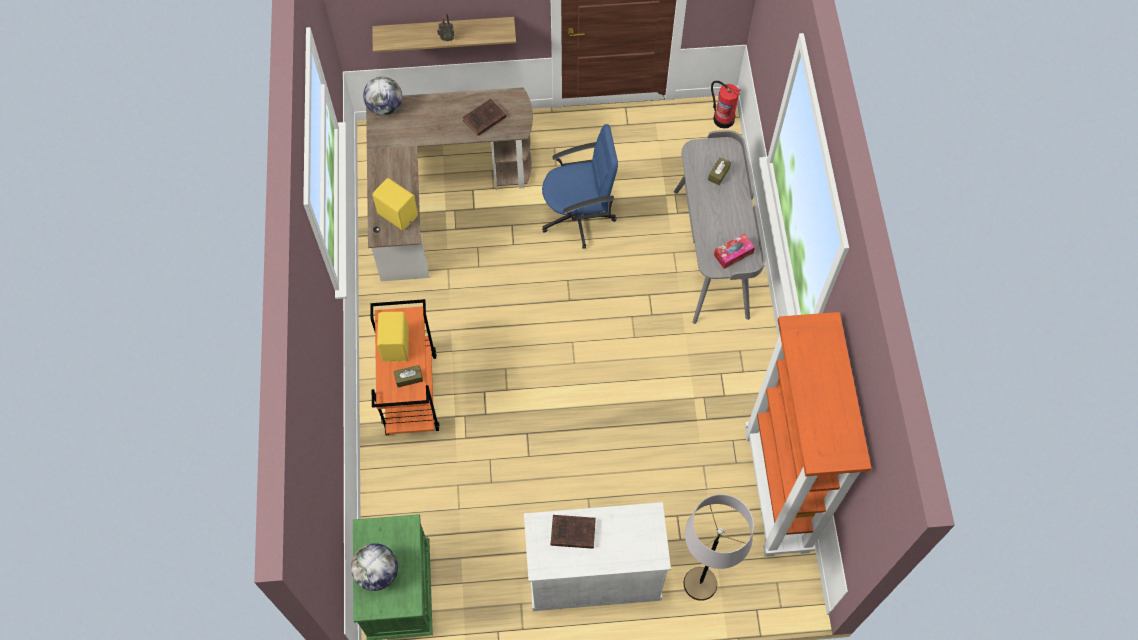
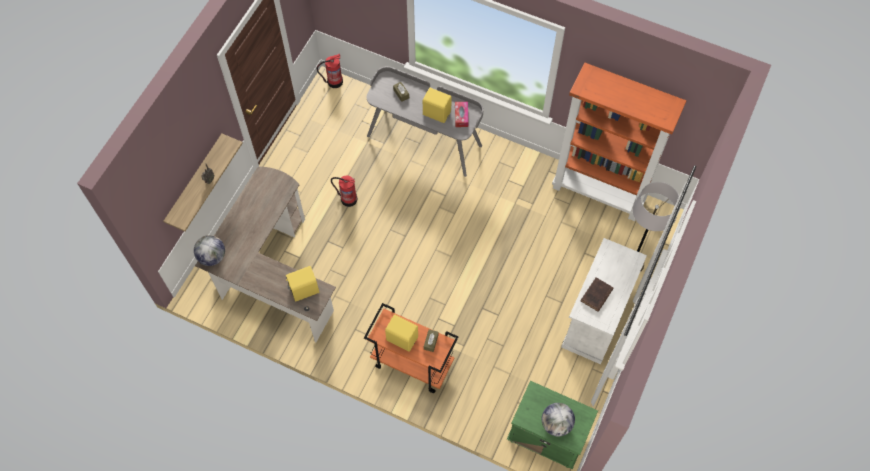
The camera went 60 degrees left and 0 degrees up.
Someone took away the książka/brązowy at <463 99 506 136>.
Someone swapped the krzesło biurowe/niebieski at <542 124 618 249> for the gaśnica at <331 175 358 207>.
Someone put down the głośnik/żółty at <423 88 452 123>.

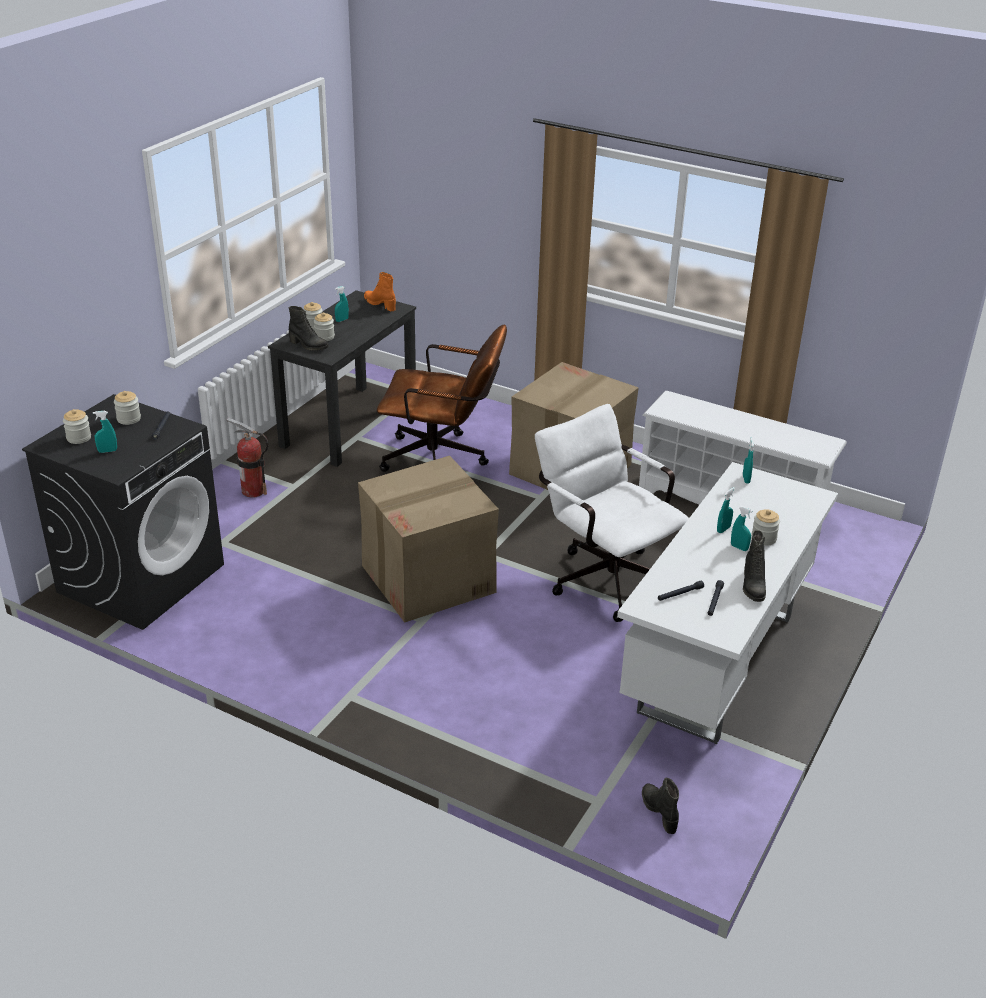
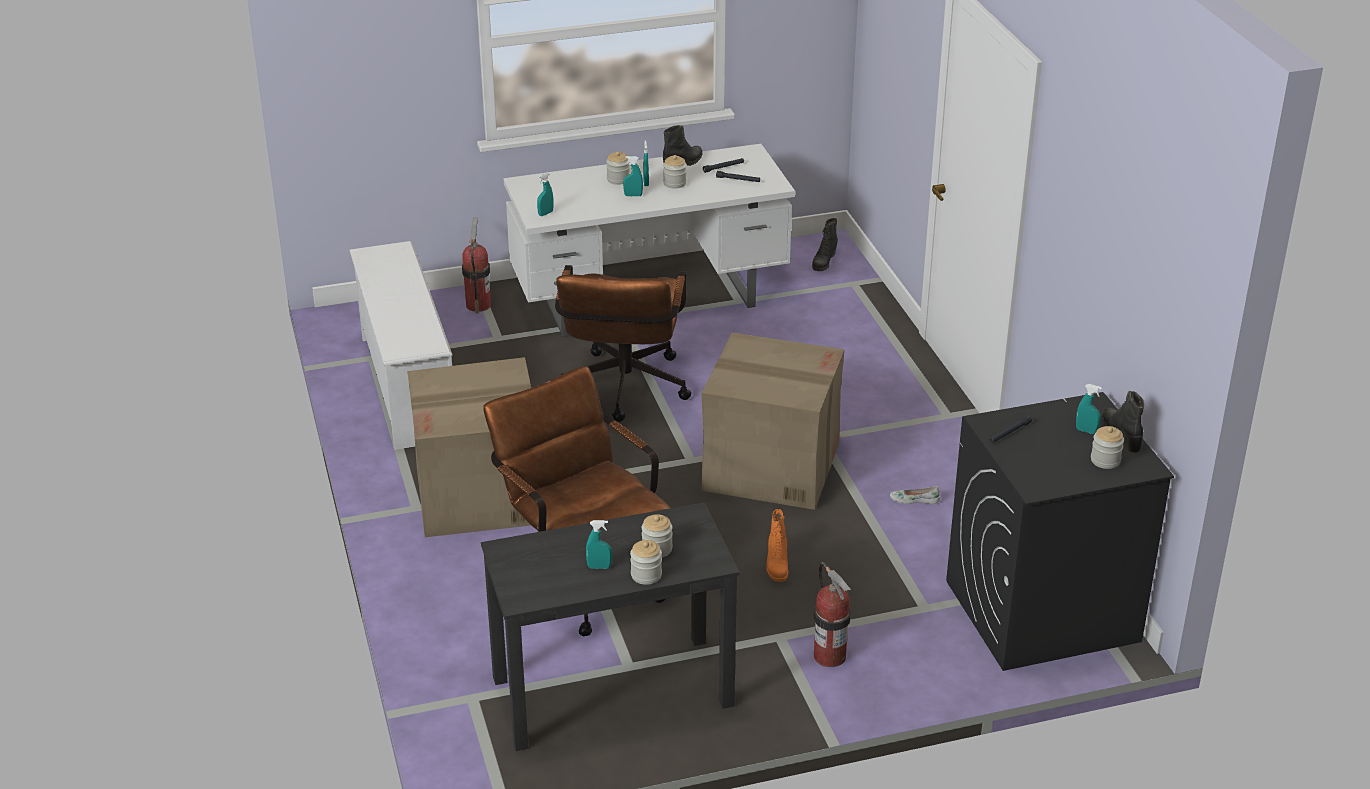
The camera went 135 degrees left and 0 degrees up.
Someone carried the słoik from <114 391 141 425> to <663 155 687 189>.
Someone carried the but z cholewką/czarny from <289 306 328 351> to <1102 391 1144 453>.
Someone carried the but z cholewką/pomarańczowy from <364 272 396 312> to <766 509 788 582>.
Someone repainted the krzesło biurowe/biały at <535 404 689 622>, which became the krzesło biurowe/brązowy at <555 265 691 422>.
Someone put down the gaśnica at <462 217 491 313>.
Someone put down the but/biały at <890 486 940 504>.

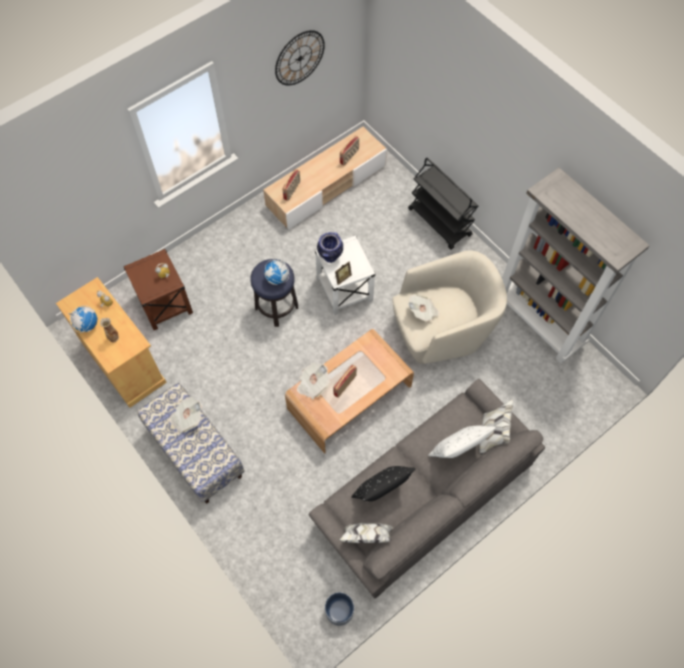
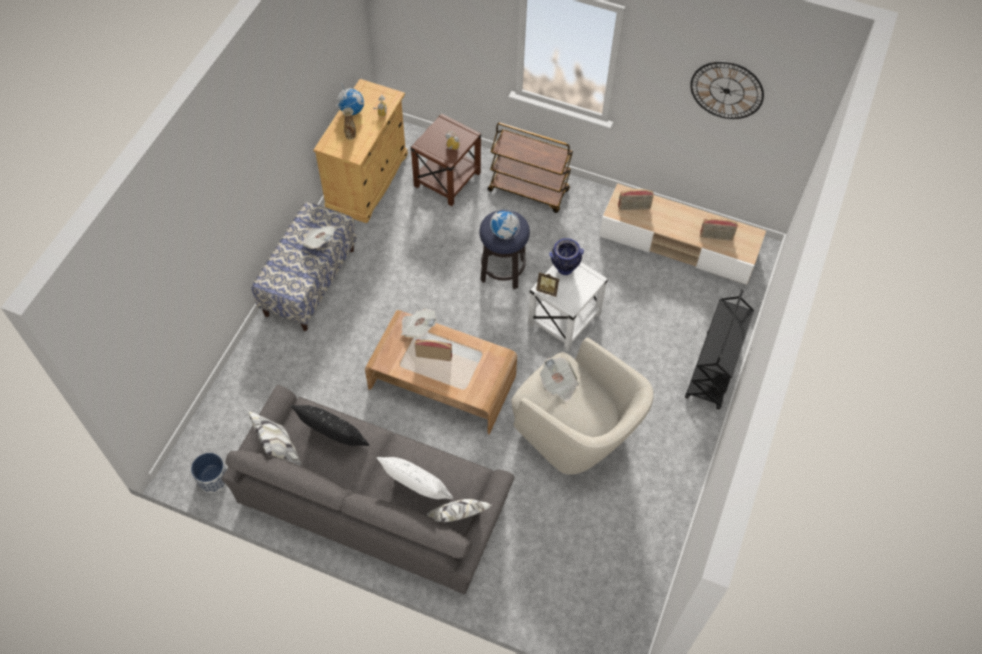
The camera went 60 degrees right and 5 degrees down.
Someone took away the regał/szary at <502 168 650 364>.
Someone put down the wózek/brązowy at <487 123 573 213>.

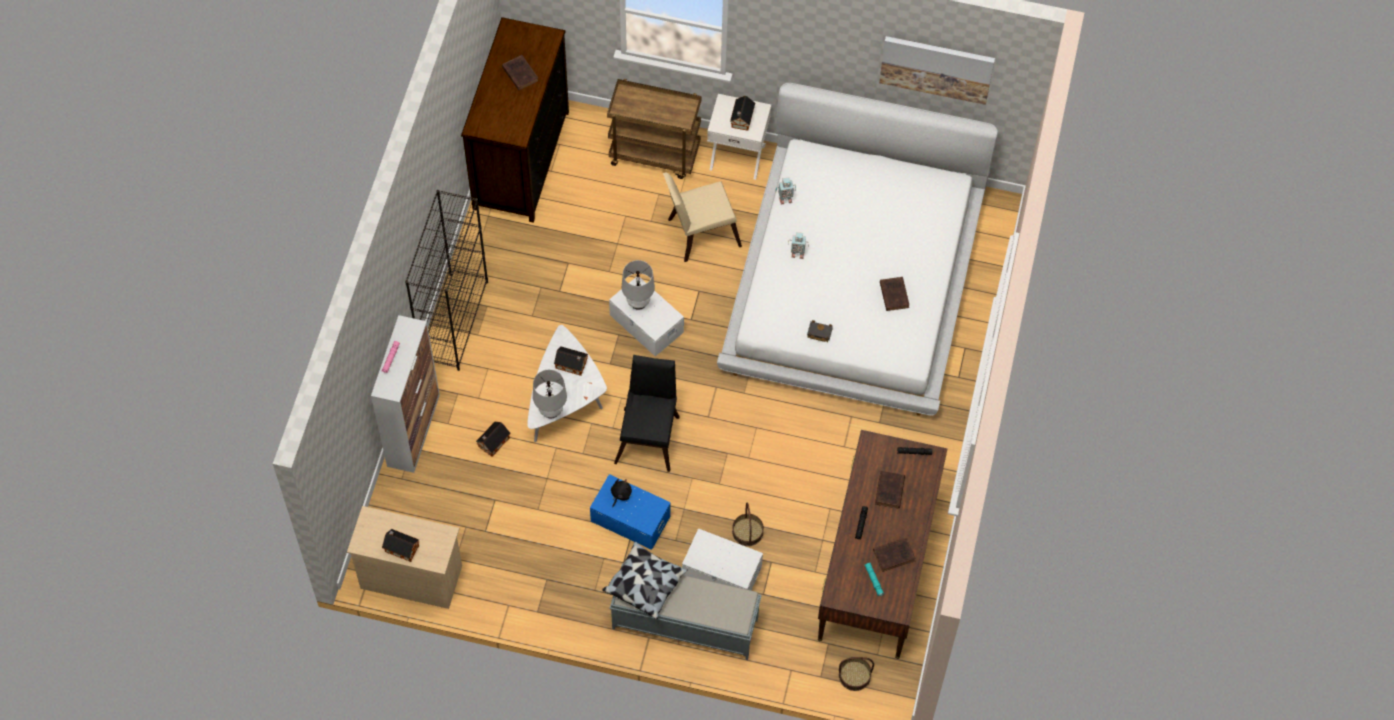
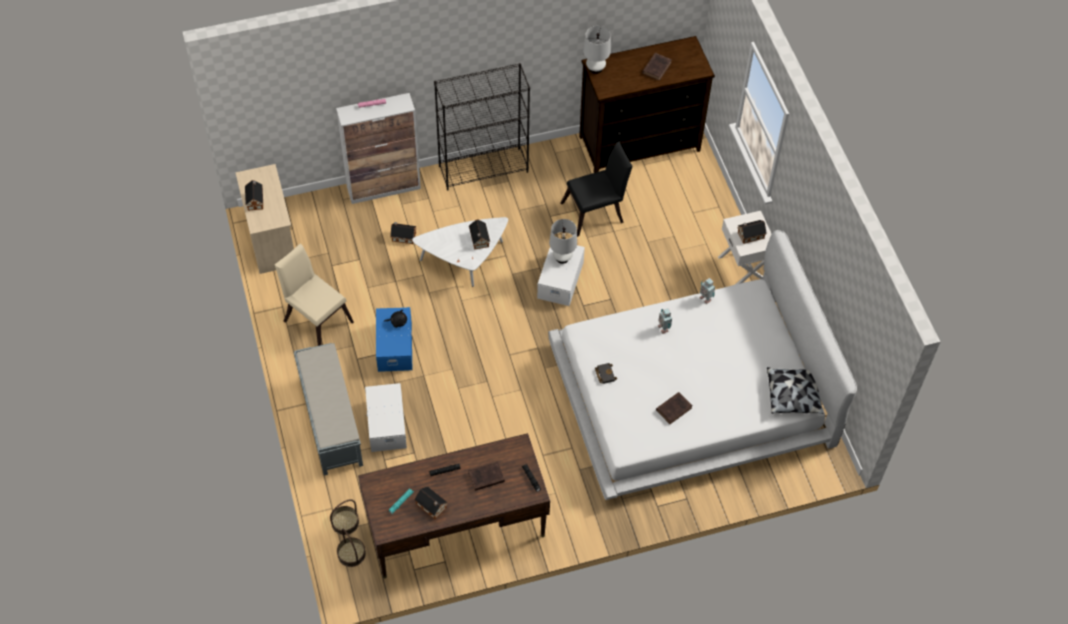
The camera went 60 degrees right and 5 degrees down.
Someone carried the lampa stołowa/biały from <533 370 567 418> to <583 26 611 74>.
Someone carried the poduszka from <602 541 688 619> to <767 367 824 414>.
Someone took away the wózek/brązowy at <607 79 702 179>.
Someone carried the krzesło/czarny from <614 355 679 472> to <561 142 633 237>.
Someone carried the krzesło/beżowy from <663 172 742 262> to <274 244 354 346>.
Someone carried the koszyk from <732 503 764 546> to <330 499 359 535>.
Someone swapped the książka/brązowy at <873 538 916 572> for the domek at <414 486 448 519>.
Someone took away the obraz at <879 36 995 105>.

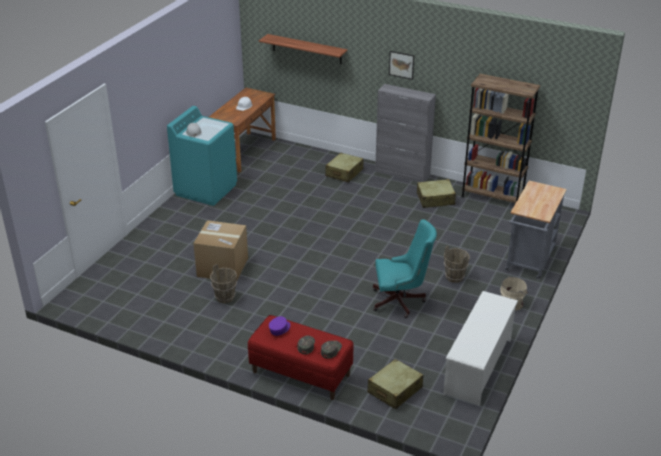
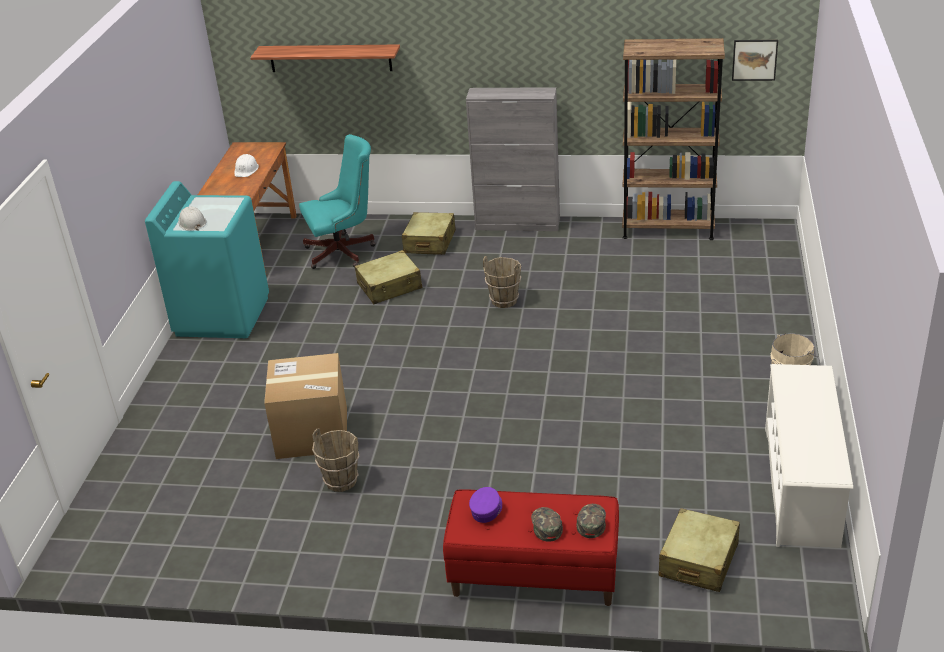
The camera went 15 degrees left and 0 degrees up.
Someone carried the krzesło biurowe/turkusowy from <373 219 437 318> to <299 134 376 269>.
Someone carried the obraz from <389 51 414 80> to <732 40 778 81>.
Someone carried the walizka/beżowy from <417 179 456 208> to <355 250 422 304>.
Someone carried the wiadro/brązowy from <444 245 470 283> to <483 256 521 308>.
Someone took away the wózek/szary at <504 181 567 280>.

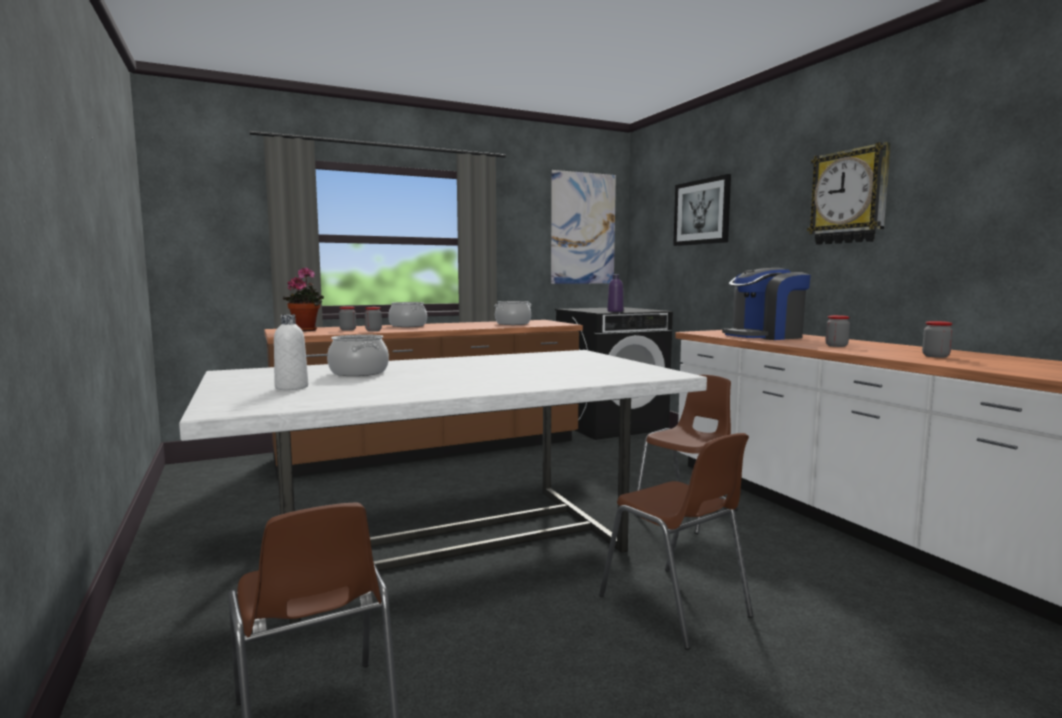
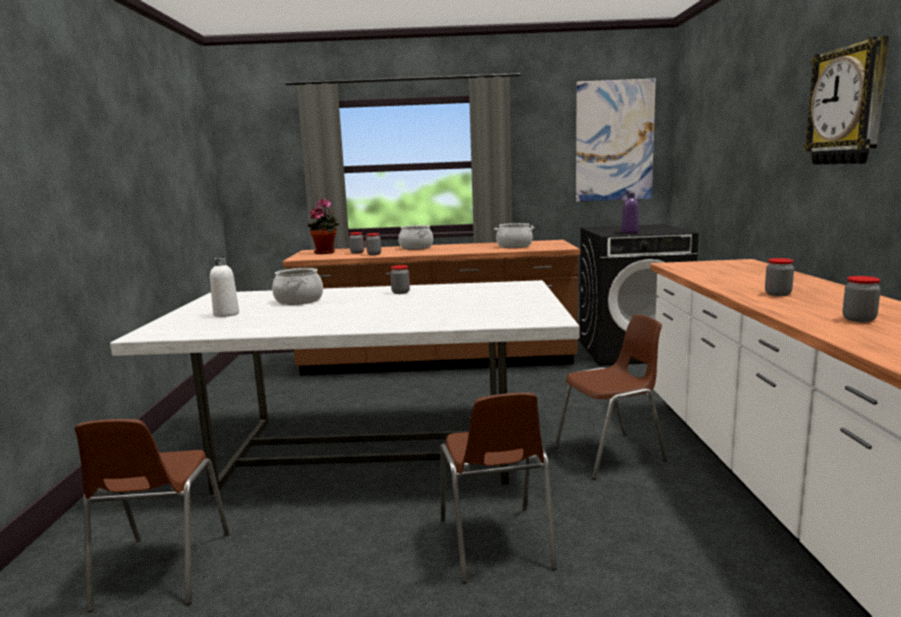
The camera went 25 degrees right and 5 degrees up.
Someone took away the obraz at <673 174 731 246>.
Someone took away the ekspres do kawy at <722 268 811 340>.
Someone put down the słoik at <390 265 410 294>.

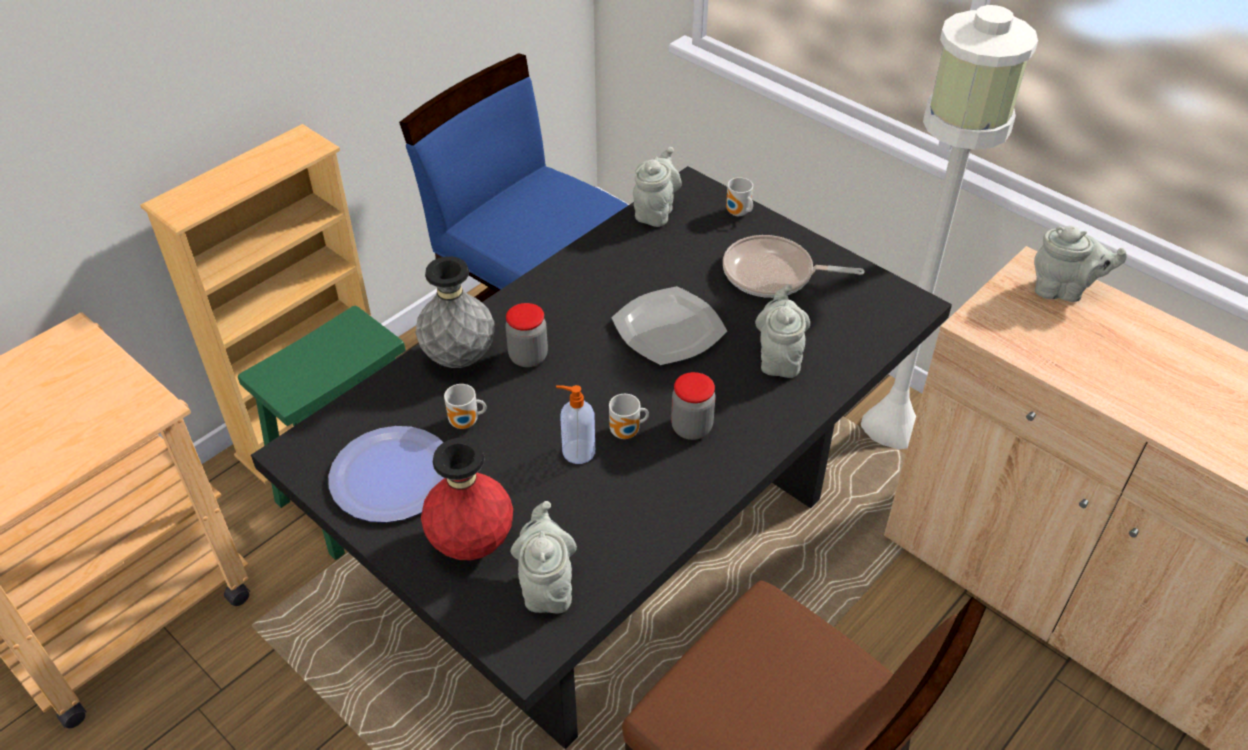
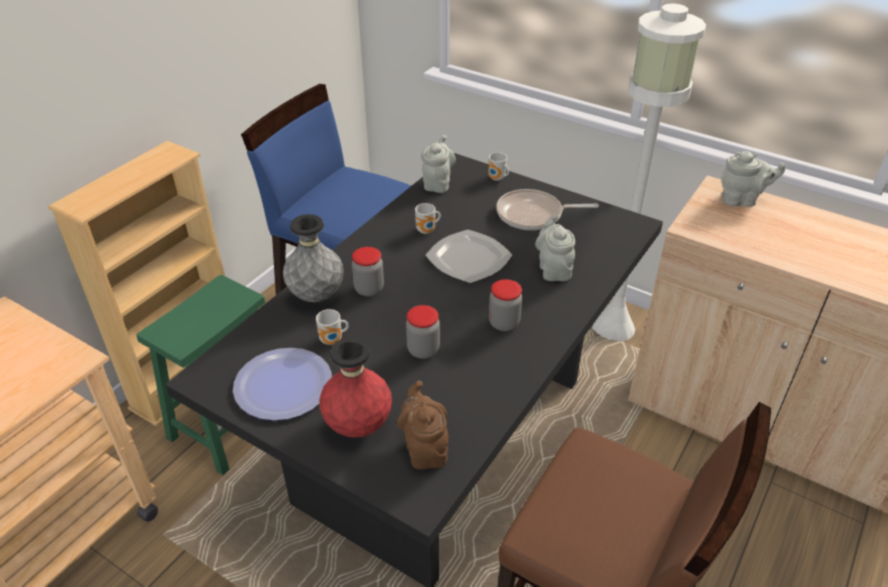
The camera went 10 degrees left and 5 degrees down.
Someone repainted the imbryk/szary at <510 501 577 613>, which became the imbryk/brązowy at <397 381 449 470>.
Someone swapped the dozownik mydła at <556 385 595 464> for the słoik at <406 305 440 359>.
Someone carried the kubek from <609 394 649 439> to <415 203 441 234>.

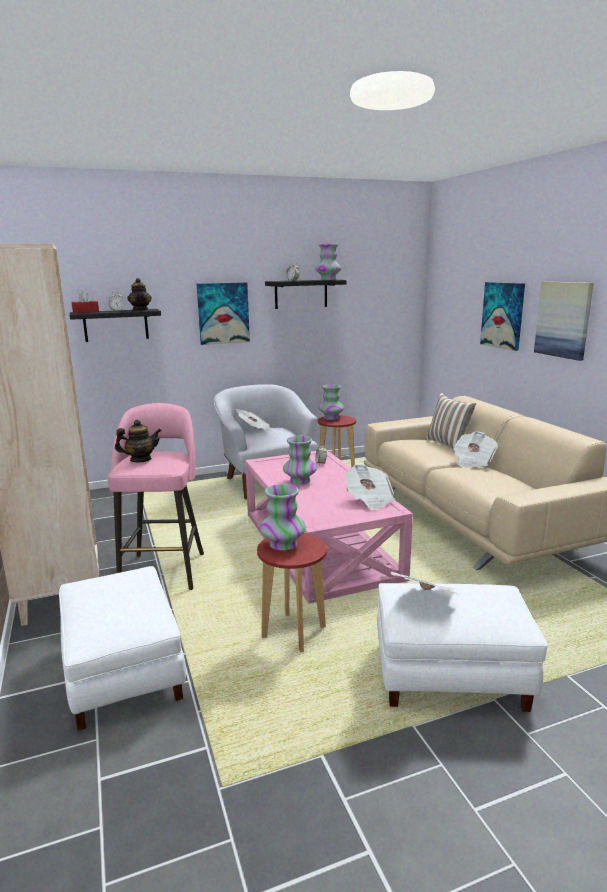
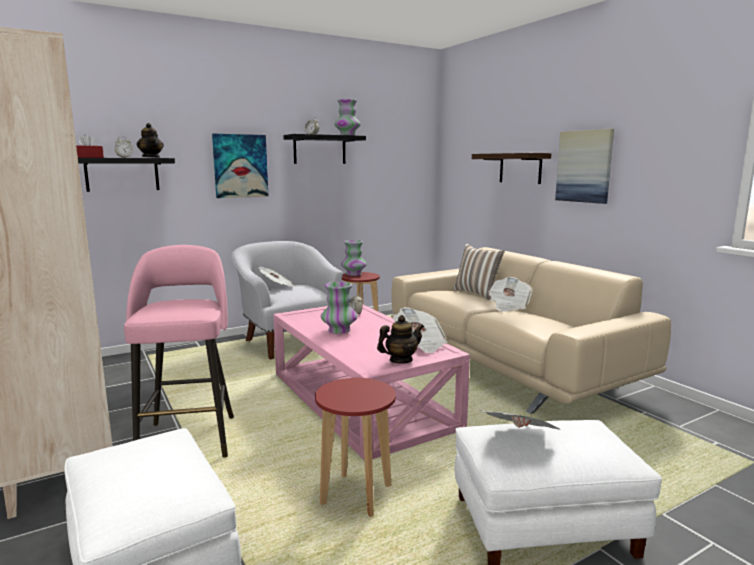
The camera went 10 degrees left and 5 degrees down.
Someone carried the imbryk from <115 419 162 463> to <377 315 424 364>.
Someone took away the wazon at <260 484 306 551>.
Someone swapped the obraz at <480 282 525 351> for the półka at <472 153 551 184>.

